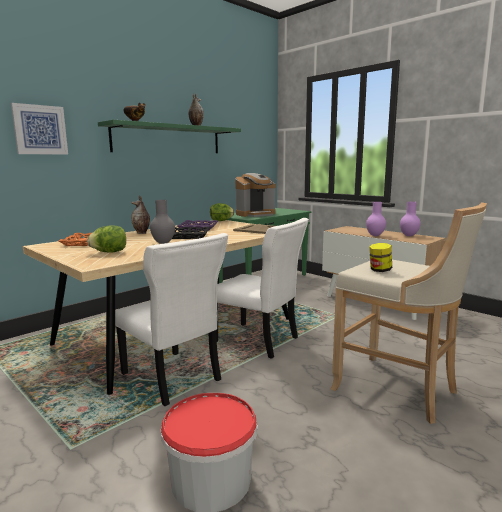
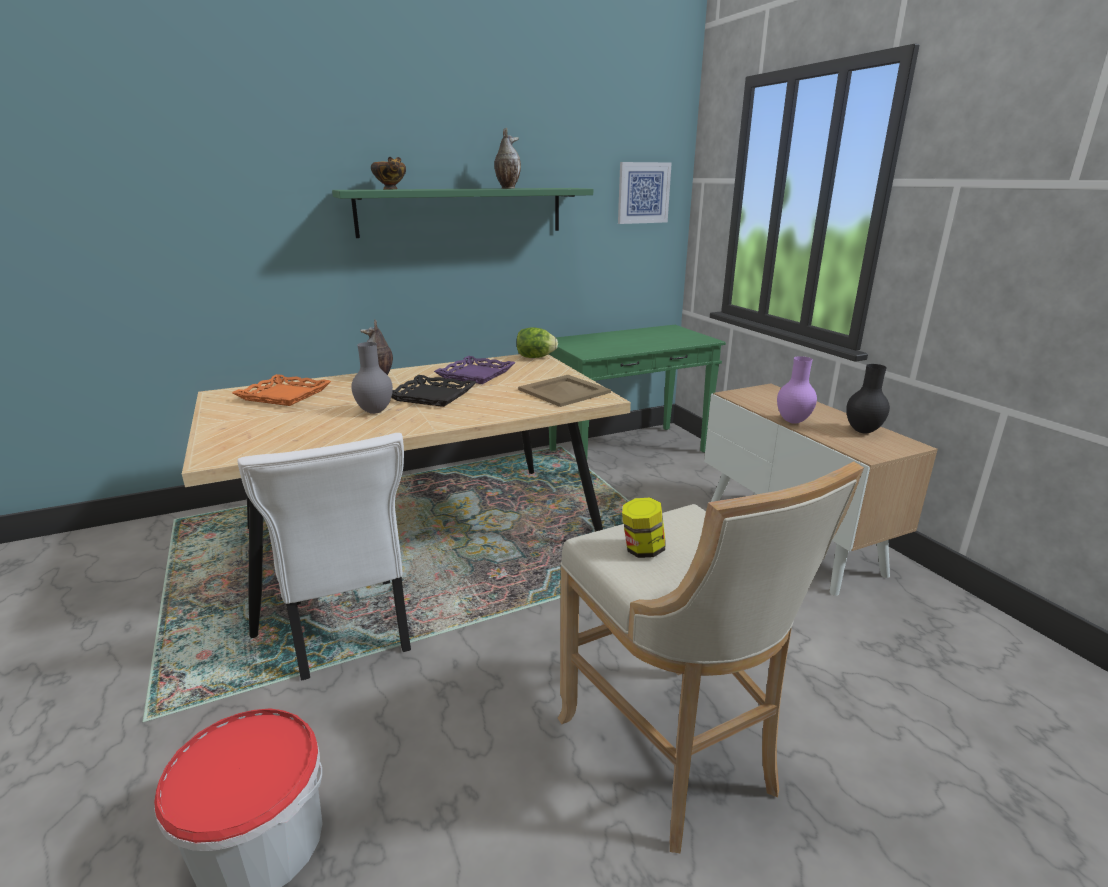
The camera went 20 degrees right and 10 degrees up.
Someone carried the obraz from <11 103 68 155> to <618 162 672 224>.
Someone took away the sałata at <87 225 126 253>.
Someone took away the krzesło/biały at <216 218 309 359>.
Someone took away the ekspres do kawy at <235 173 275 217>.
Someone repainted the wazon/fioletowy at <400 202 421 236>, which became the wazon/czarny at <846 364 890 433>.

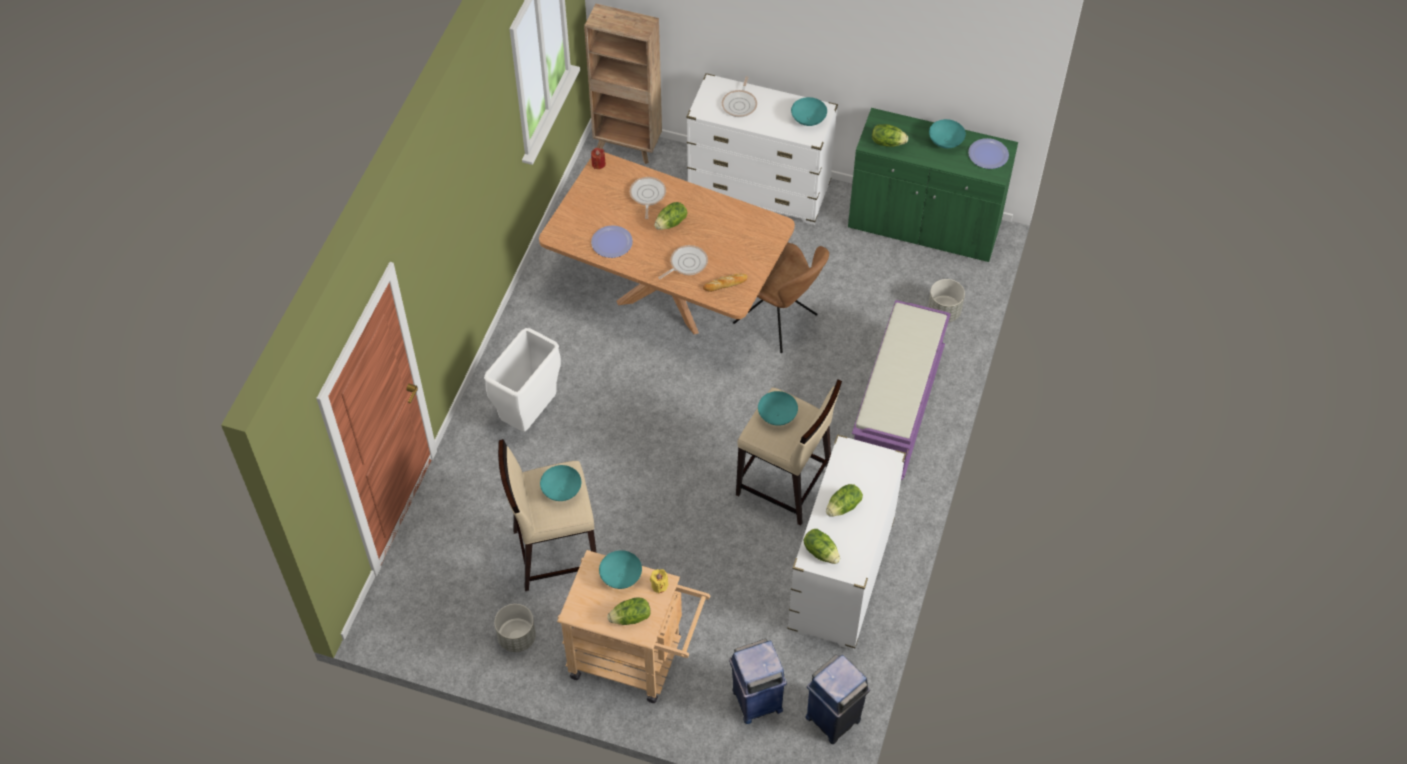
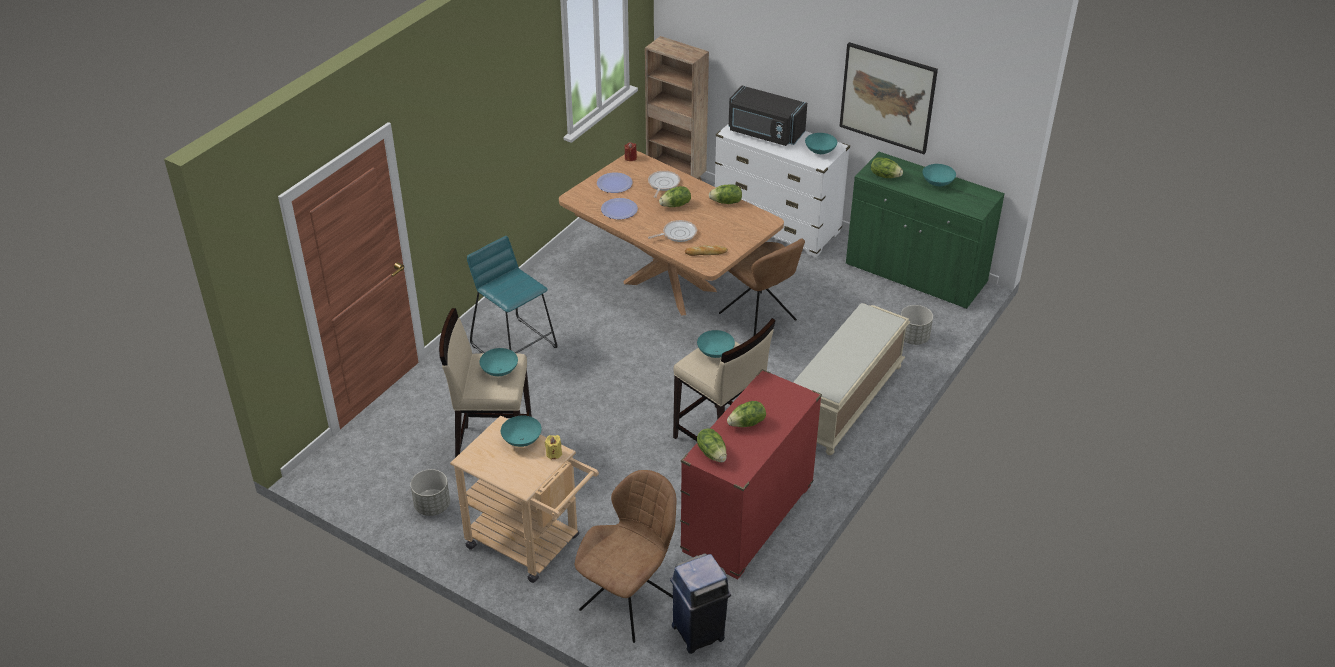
The camera went 15 degrees right and 15 degrees down.
Someone swapped the kosz na śmieci/biały at <484 328 561 432> for the stołek/turkusowy at <467 236 558 353>.
Someone carried the sałata from <607 597 651 625> to <709 184 742 204>.
Someone swapped the patelnia at <722 76 757 117> for the mikrofalówka/czarny at <728 86 807 146>.
Someone swapped the kosz na śmieci/niebieski at <729 639 787 724> for the krzesło/brązowy at <575 470 676 643>.
Someone repainted the komoda/biały at <787 434 906 650>, which became the komoda/czerwony at <680 369 822 579>.
Someone repainted the ławka/fioletowy at <852 300 951 480>, which became the ławka/beżowy at <793 303 910 455>.
Someone carried the talerz from <968 138 1009 169> to <597 172 633 193>.
Someone put up the obraz at <839 42 938 154>.

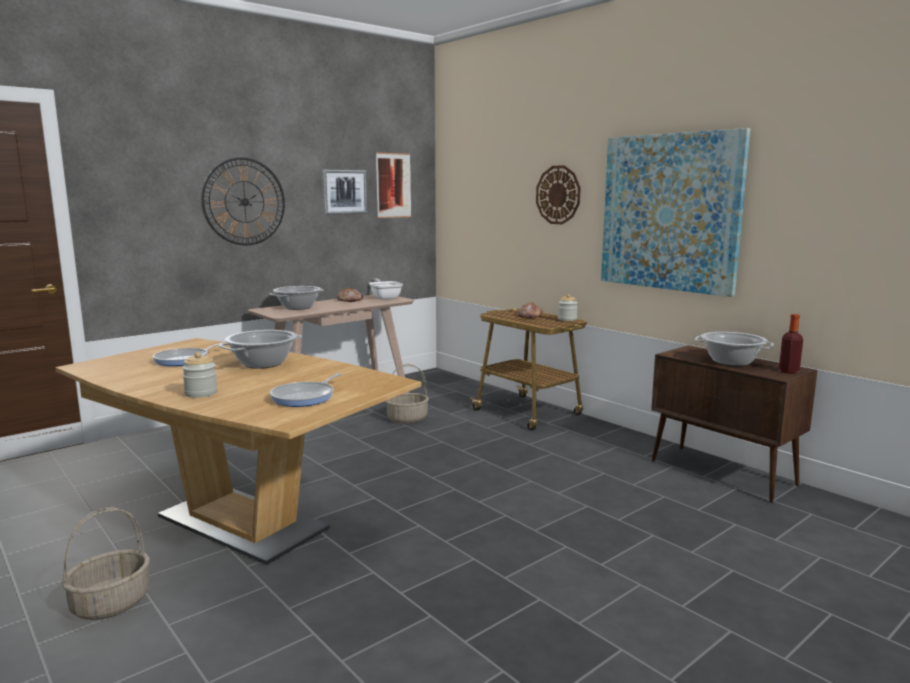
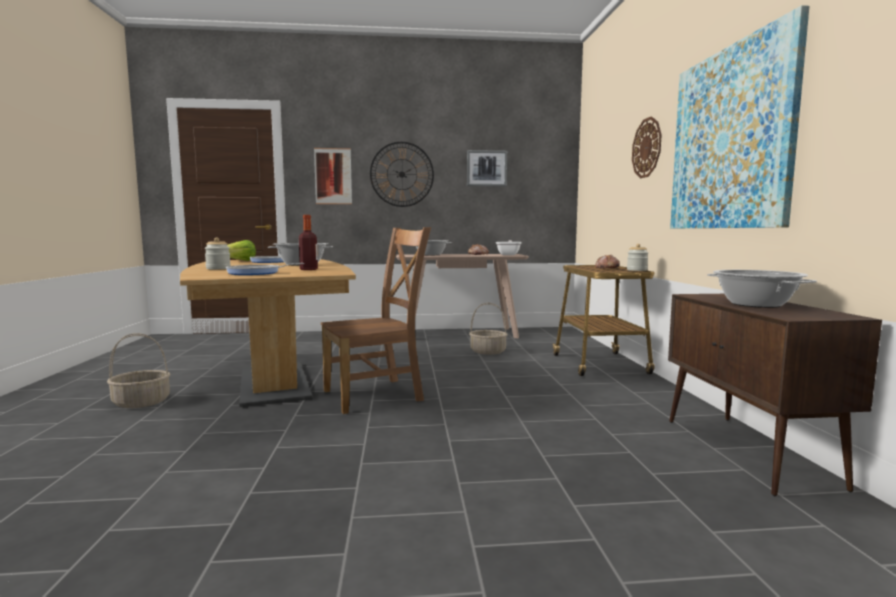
The camera went 35 degrees right and 5 degrees down.
Someone carried the obraz from <376 152 411 218> to <314 148 352 204>.
Someone carried the butelka from <779 314 803 374> to <299 215 318 270>.
Someone put down the sałata at <227 240 256 261>.
Someone put down the krzesło/brązowy at <321 227 431 414>.

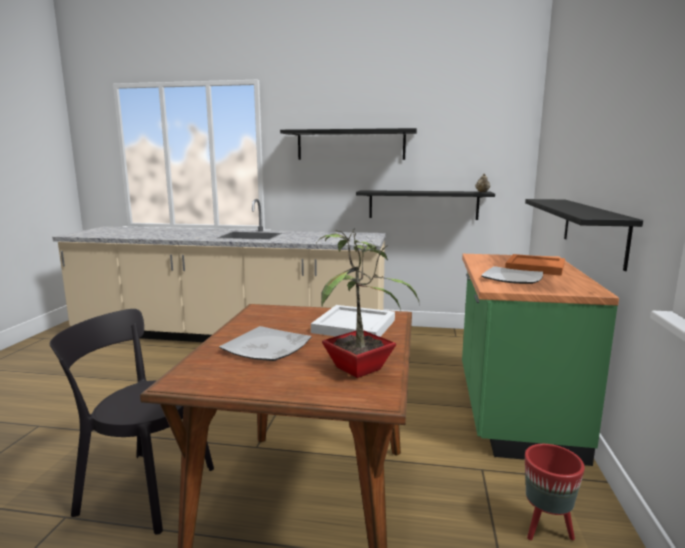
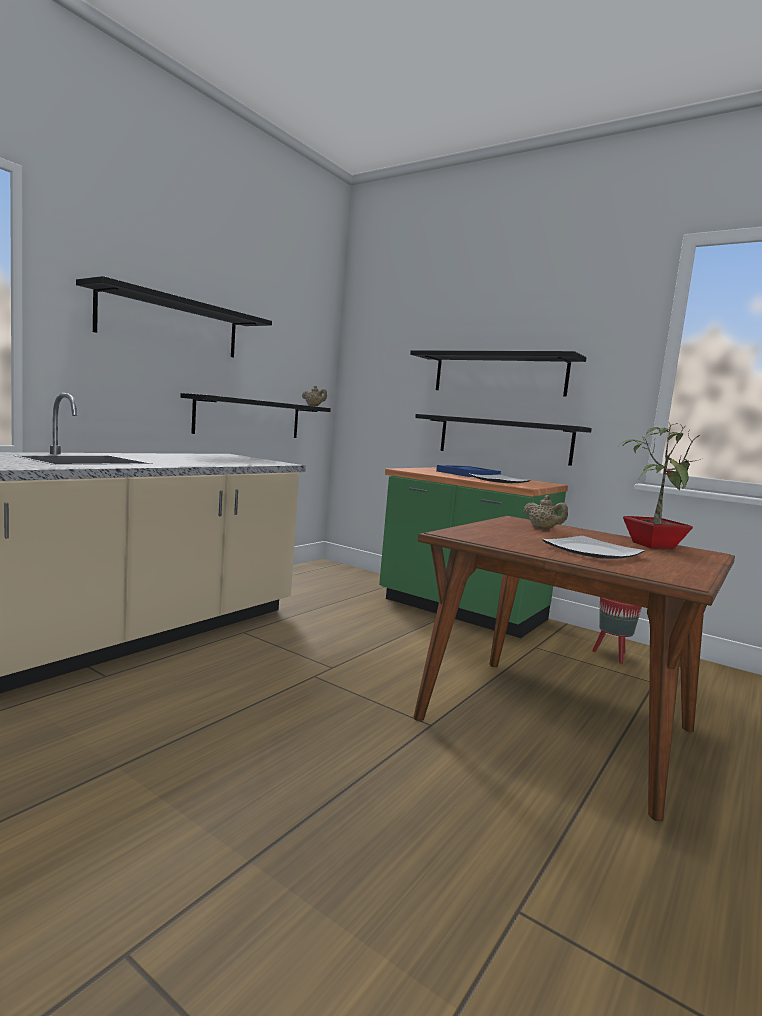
The camera went 65 degrees left and 5 degrees down.
Someone took away the krzesło/czarny at <50 309 214 534>.
Someone swapped the taca/biały at <311 305 395 337> for the imbryk/beżowy at <523 495 568 529>.
Someone repainted the taca/pomarańczowy at <505 254 565 276>, which became the taca/niebieski at <436 465 501 477>.
Someone put up the półka/czarny at <410 350 587 397>.

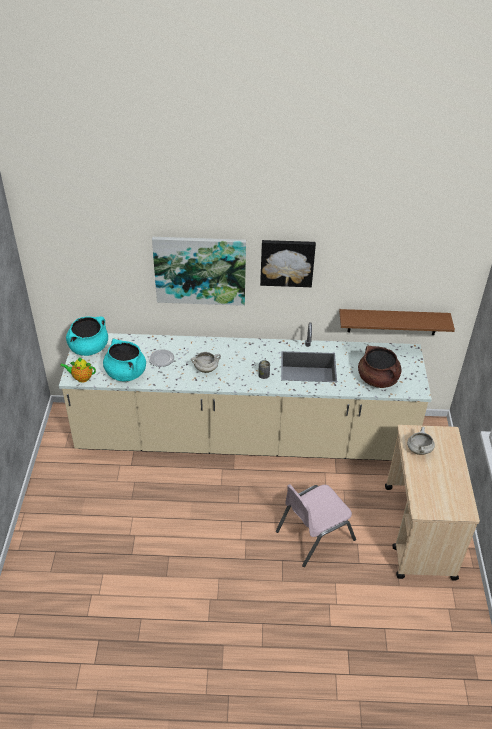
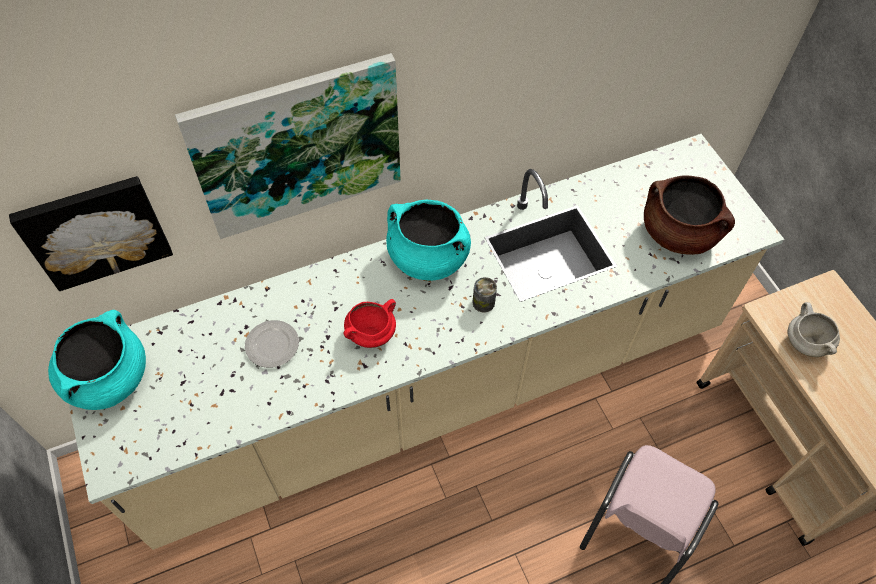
The camera went 25 degrees left and 15 degrees up.
Someone took away the imbryk at <60 357 96 382>.
Someone carried the garnek/turkusowy from <103 339 146 381> to <386 200 471 280>.
Someone repainted the garnek/biały at <191 352 221 373>, which became the garnek/czerwony at <343 299 396 348>.
Someone carried the obraz from <260 240 316 287> to <9 176 173 291>.
Someone took away the półka/brązowy at <339 309 455 335>.

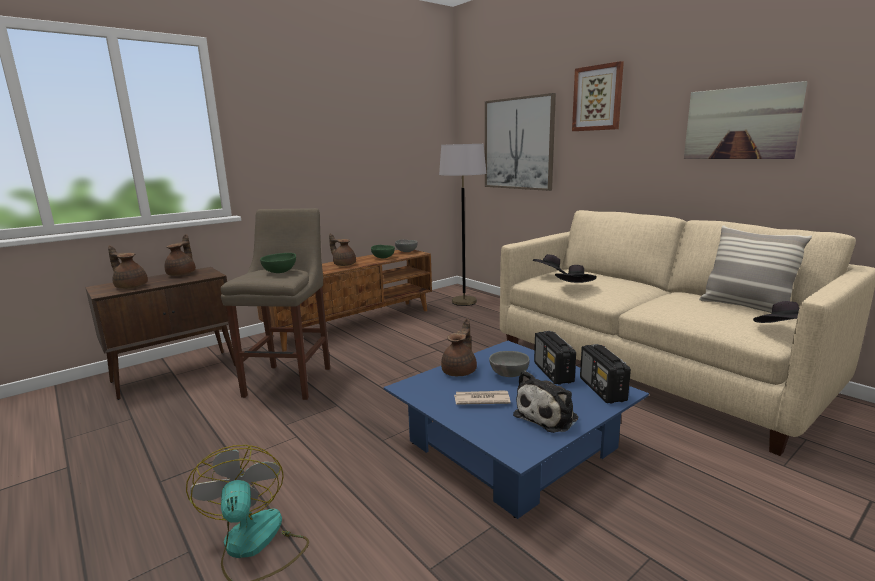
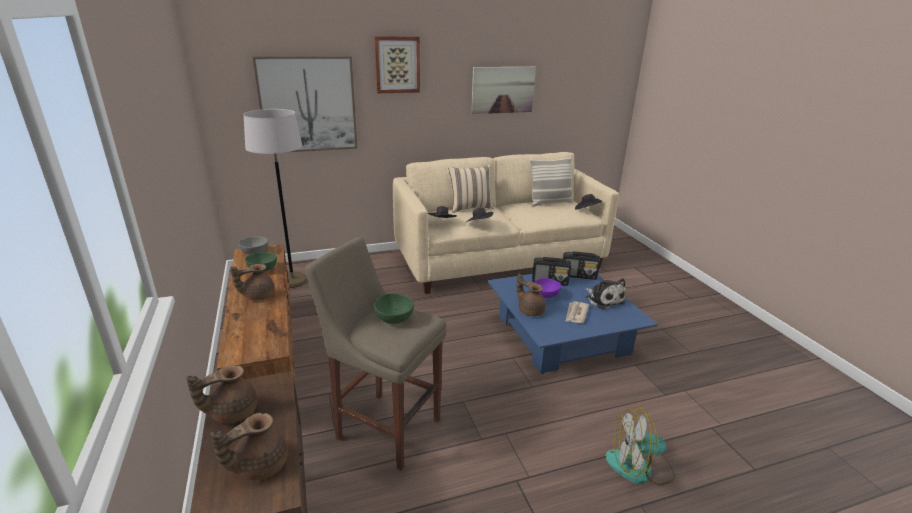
The camera went 70 degrees left and 10 degrees up.
Someone rotated the imbryk/brązowy at <164 234 196 276> by 60 degrees counterclockwise.
Someone repainted the miska/szary at <489 351 530 377>, which became the miska/fioletowy at <534 278 561 298>.
Someone put down the poduszka/beżowy at <448 164 494 213>.

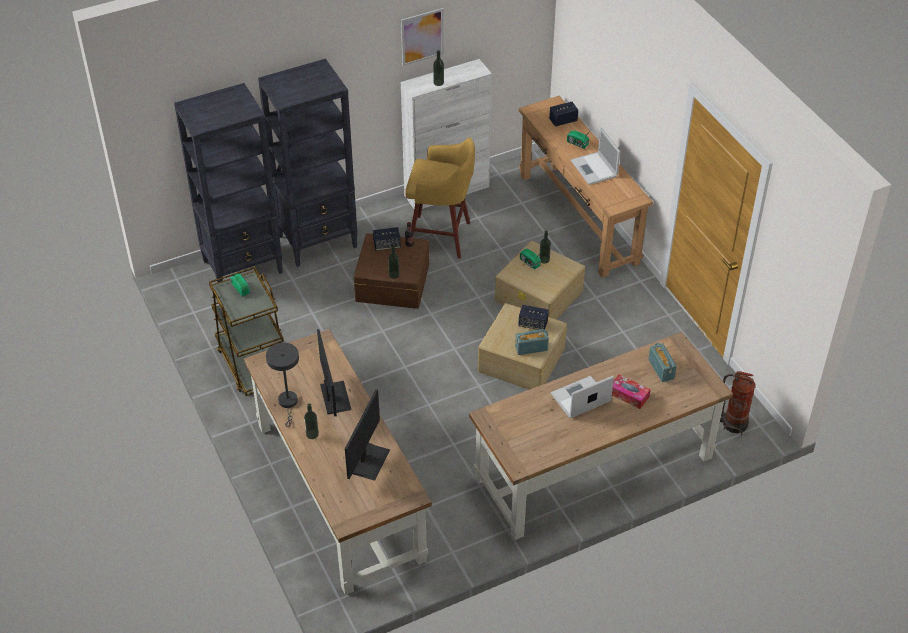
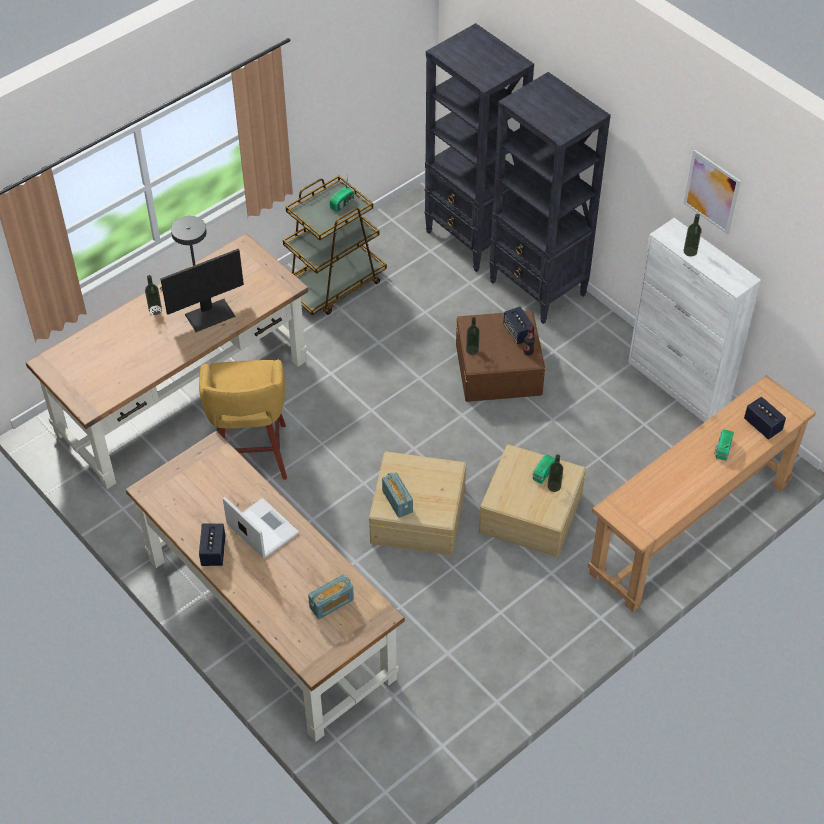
The camera went 75 degrees right and 5 degrees up.
Someone took away the monitor at <345 389 390 481>.
Someone carried the stołek/żółty from <405 137 475 258> to <199 359 287 480>.
Someone carried the głośnik from <518 305 549 330> to <199 524 225 566>.
Someone took away the laptop at <571 128 621 185>.
Someone took away the pudełko chusteczek at <612 374 650 409>.
Someone took away the gaśnica at <720 371 755 435>.

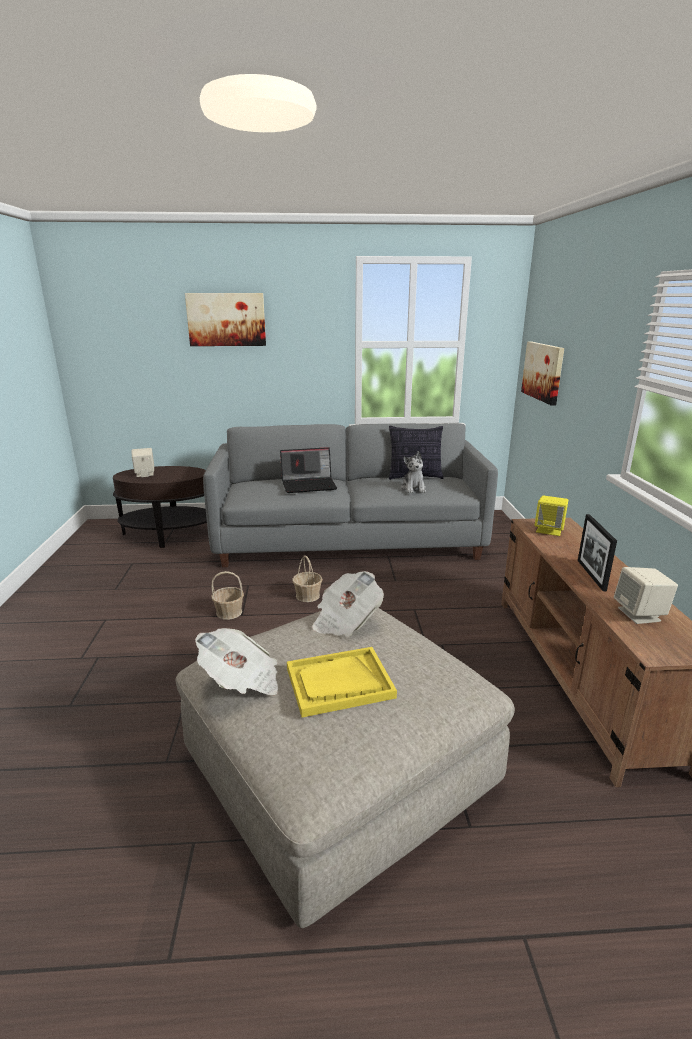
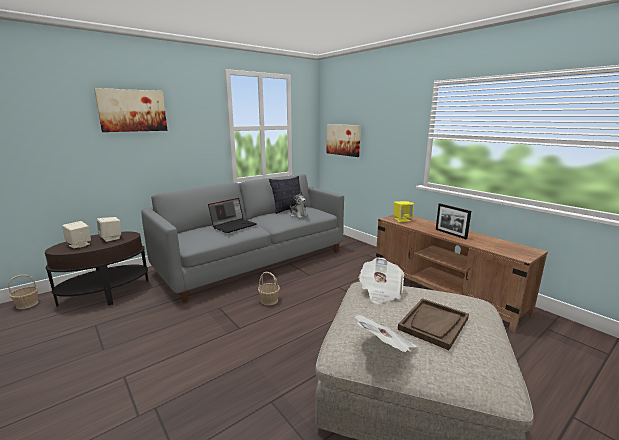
The camera went 35 degrees left and 5 degrees down.
Someone carried the koszyk from <211 571 244 620> to <8 275 39 309>.
Someone repainted the taca/żółty at <287 647 397 718>, which became the taca/brązowy at <398 298 469 350>.
Someone carried the głośnik/beżowy from <614 567 678 624> to <97 217 121 242>.

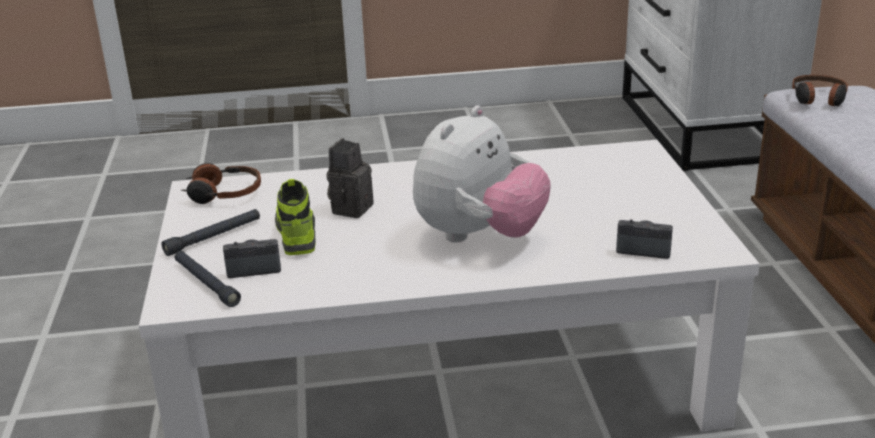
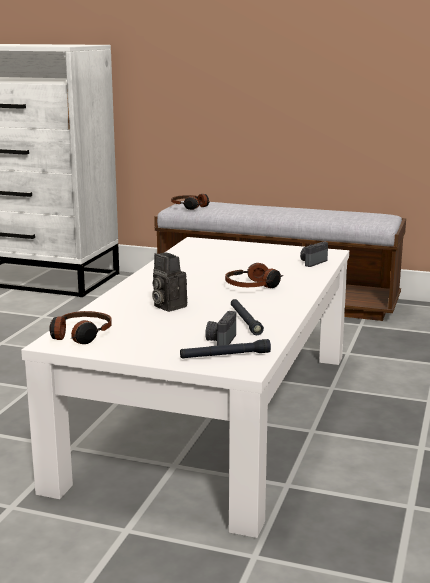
The camera went 65 degrees left and 10 degrees down.
Someone carried the latarka/czarny from <162 209 260 256> to <231 299 264 335>.
Someone took away the but at <275 179 316 255>.
Someone swapped the pluszak at <413 105 551 243> for the słuchawki at <225 263 283 288>.

